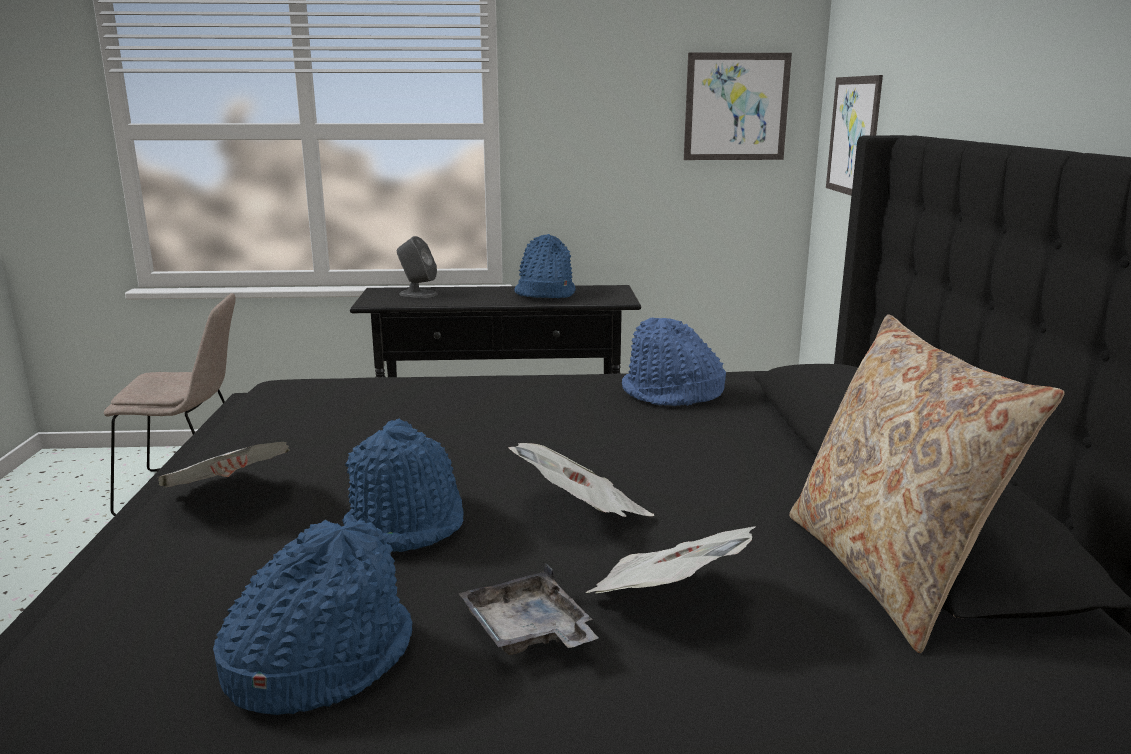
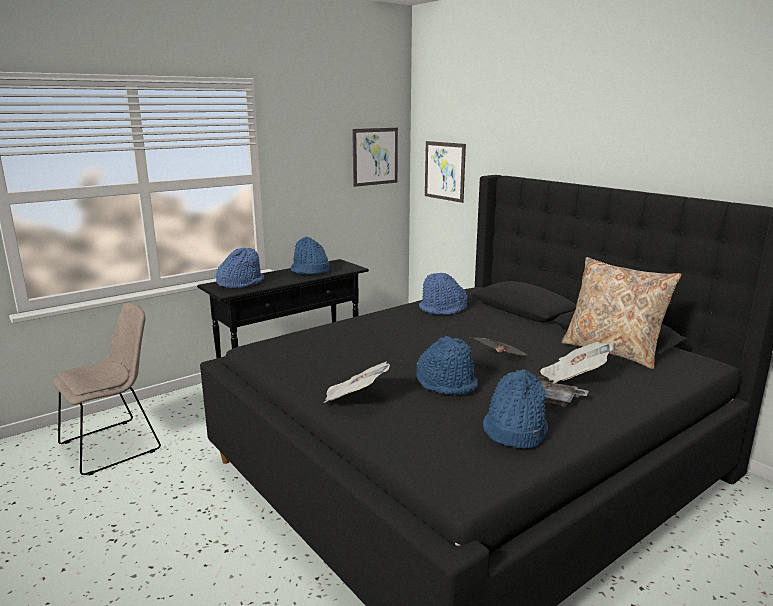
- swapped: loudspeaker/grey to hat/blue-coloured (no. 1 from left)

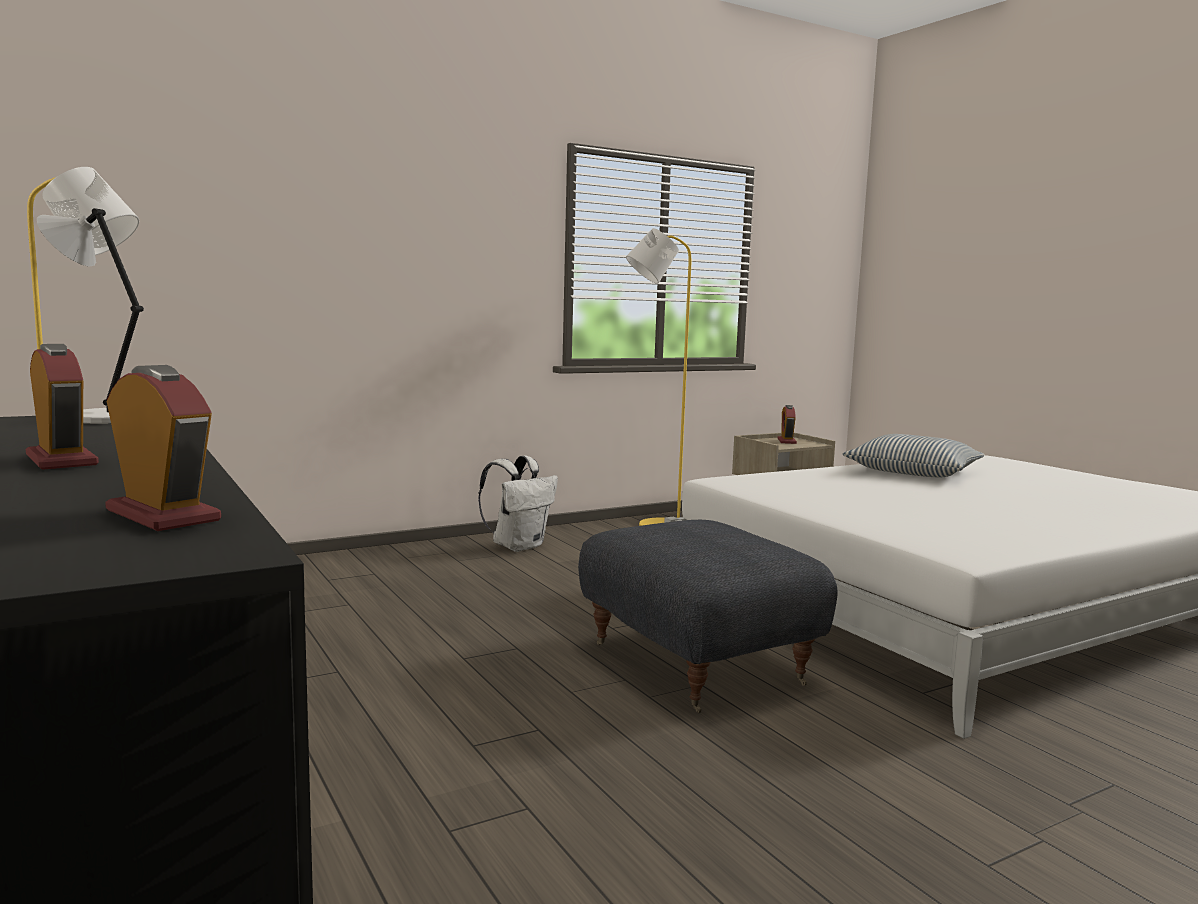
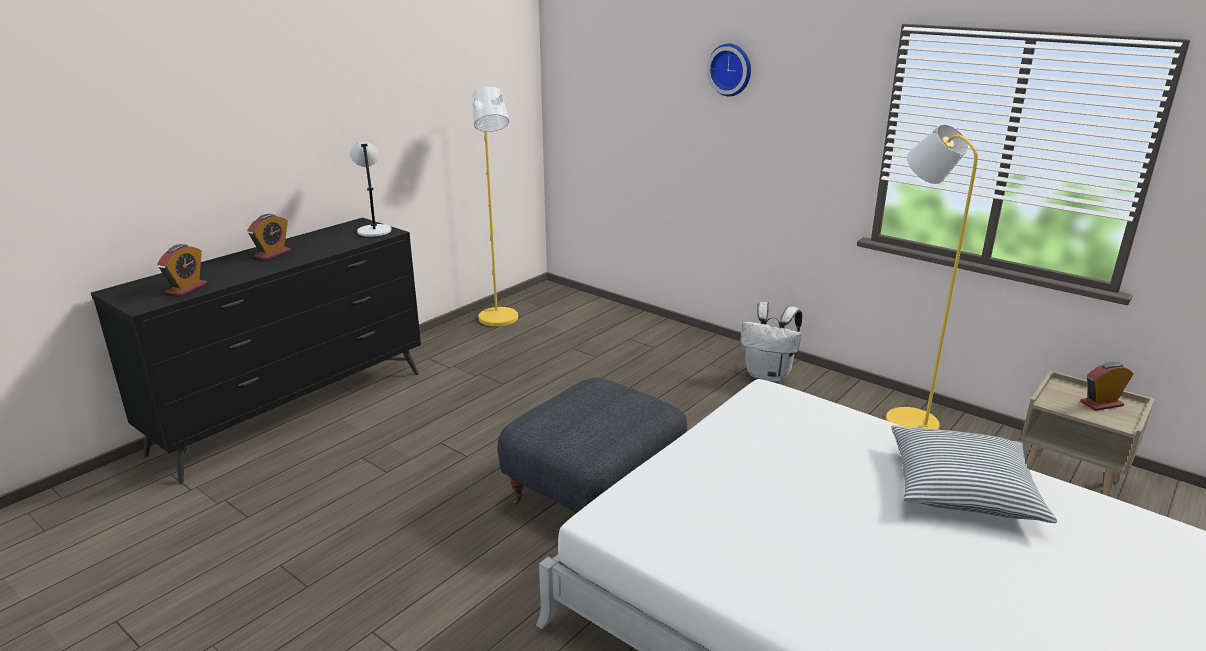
- new: hanging clock

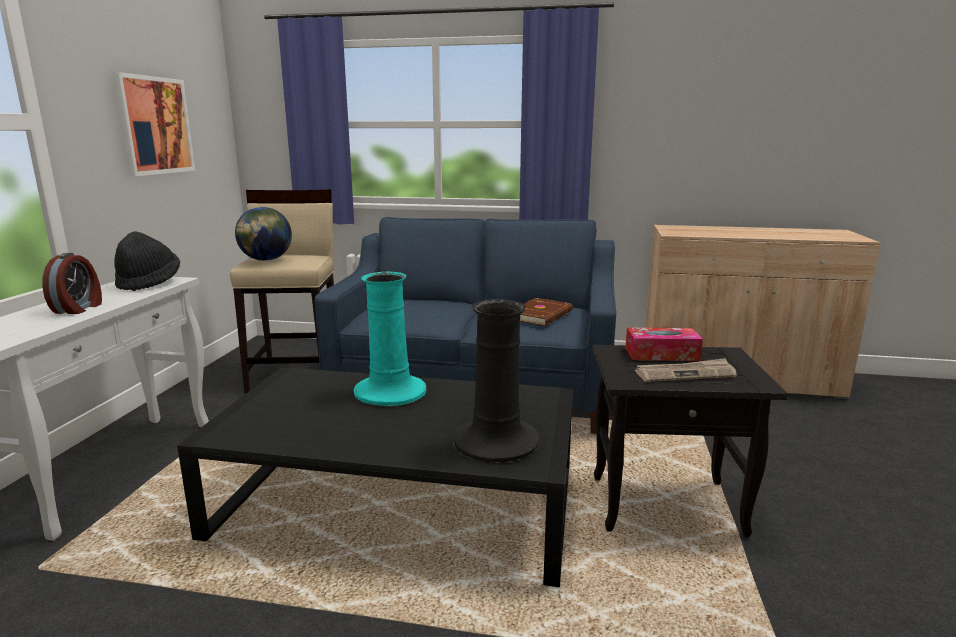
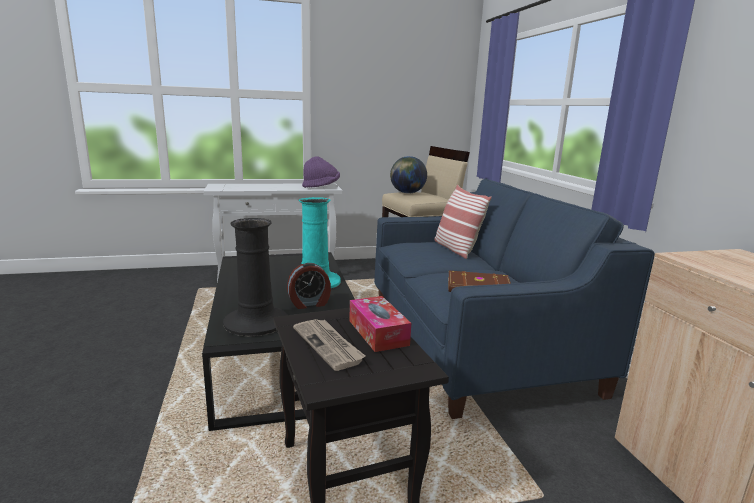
- gone: picture
- repainted: hat/black to hat/purple-coloured
- shifted: table clock
- new: pillow

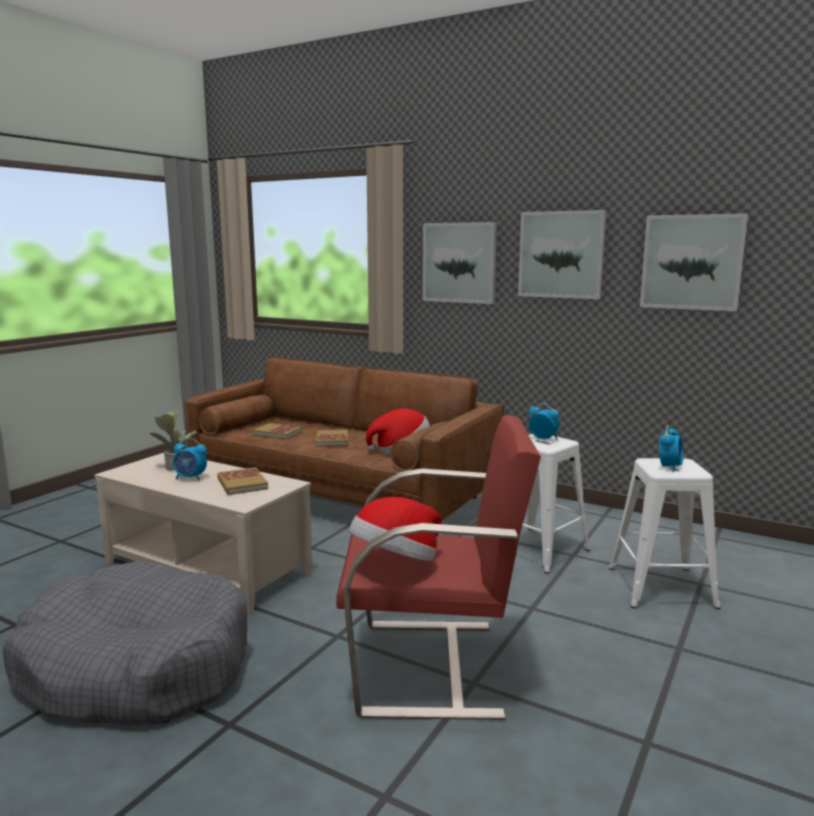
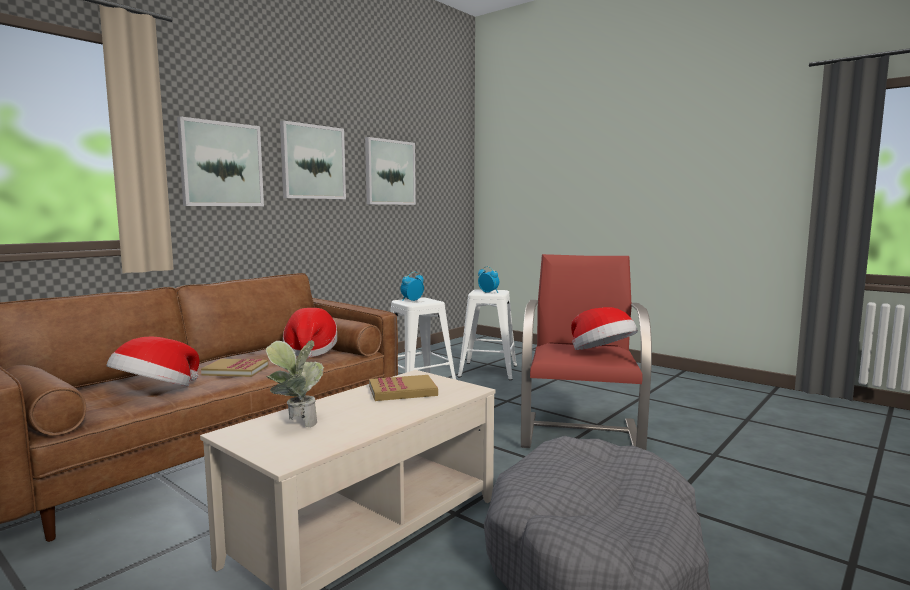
- swapped: bound book (no. 2 from left) to hat (no. 1 from left)
- gone: table clock (no. 1 from left)

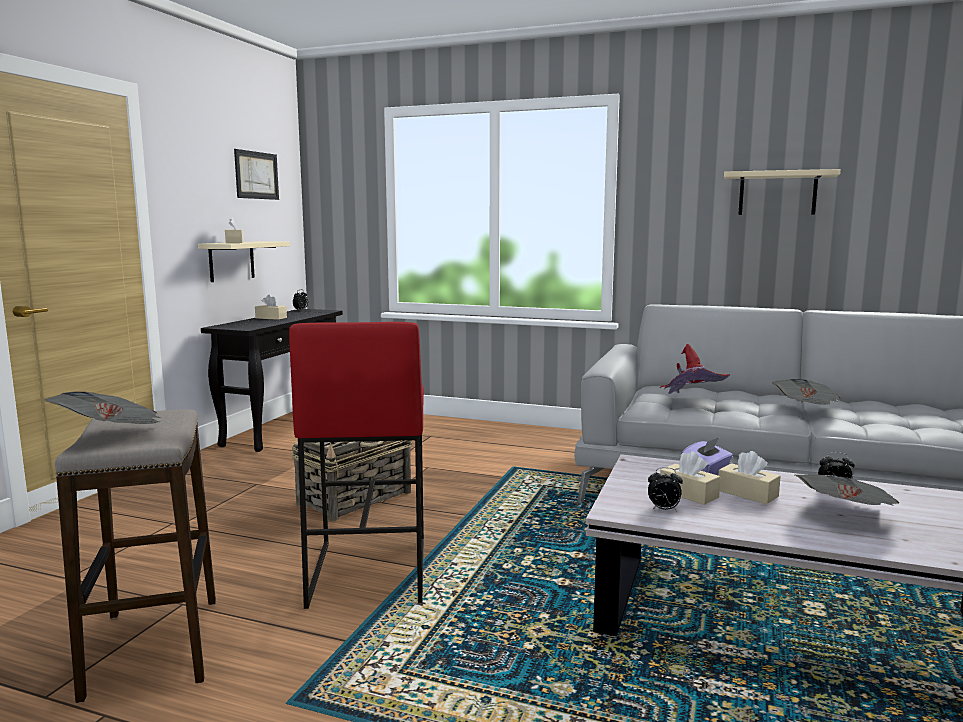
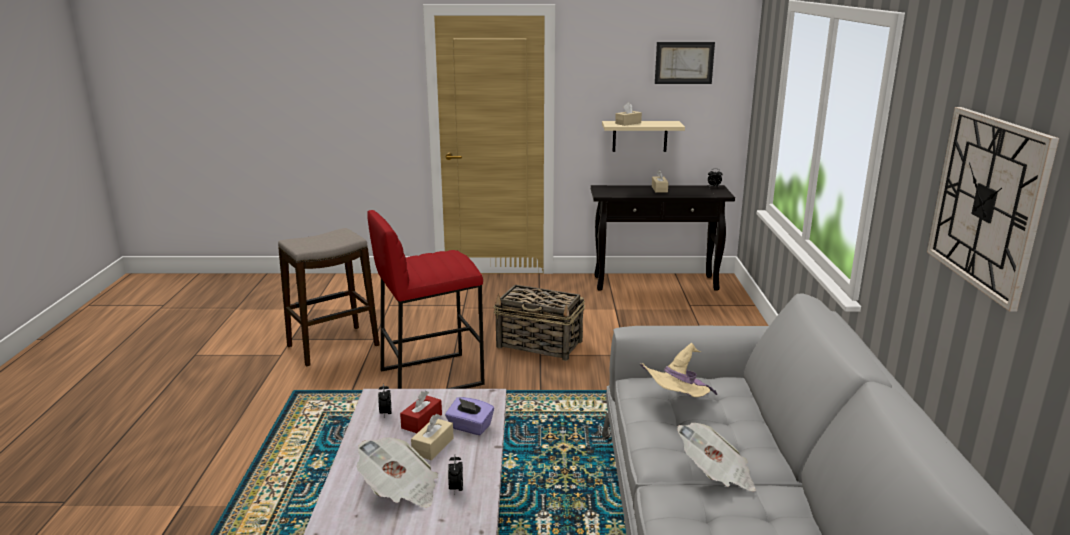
- swapped: shelf/sand-coloured (no. 2 from left) to hanging clock
- repainted: hat/reddish to hat/sand-coloured
- gone: daily paper (no. 1 from left)
- repainted: tissue box/sand-coloured (no. 3 from left) to tissue box/reddish

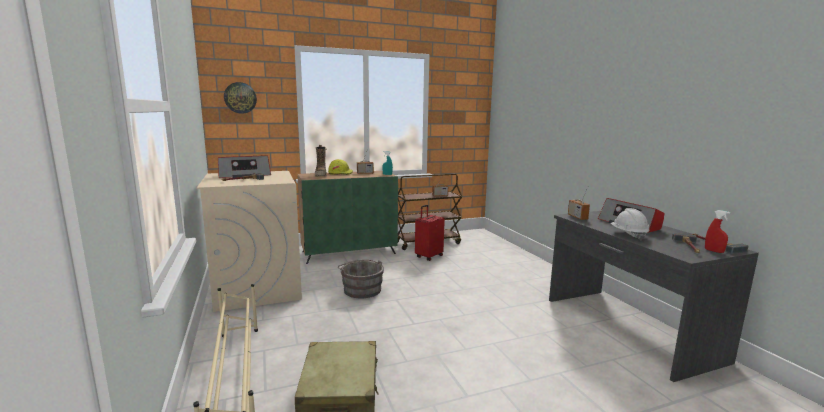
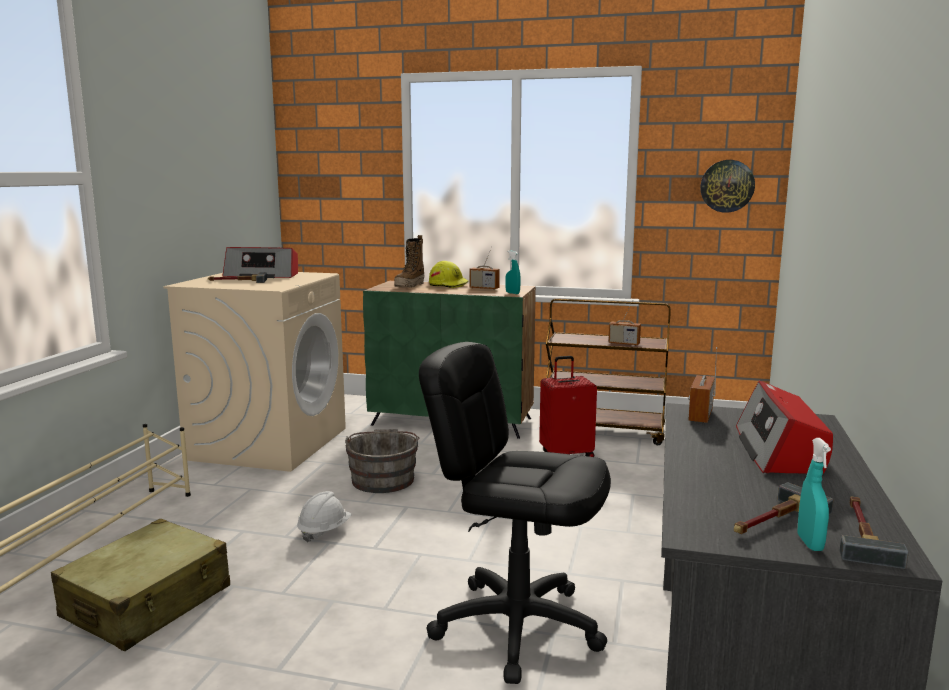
- shifted: hanging clock
- shifted: hard hat/white
- repainted: spray bottle/reddish to spray bottle/turquoise (no. 2 from left)
- new: computer chair/black

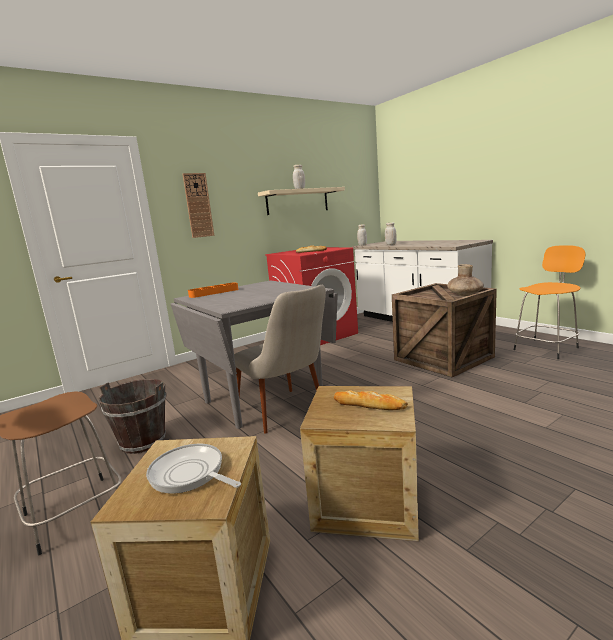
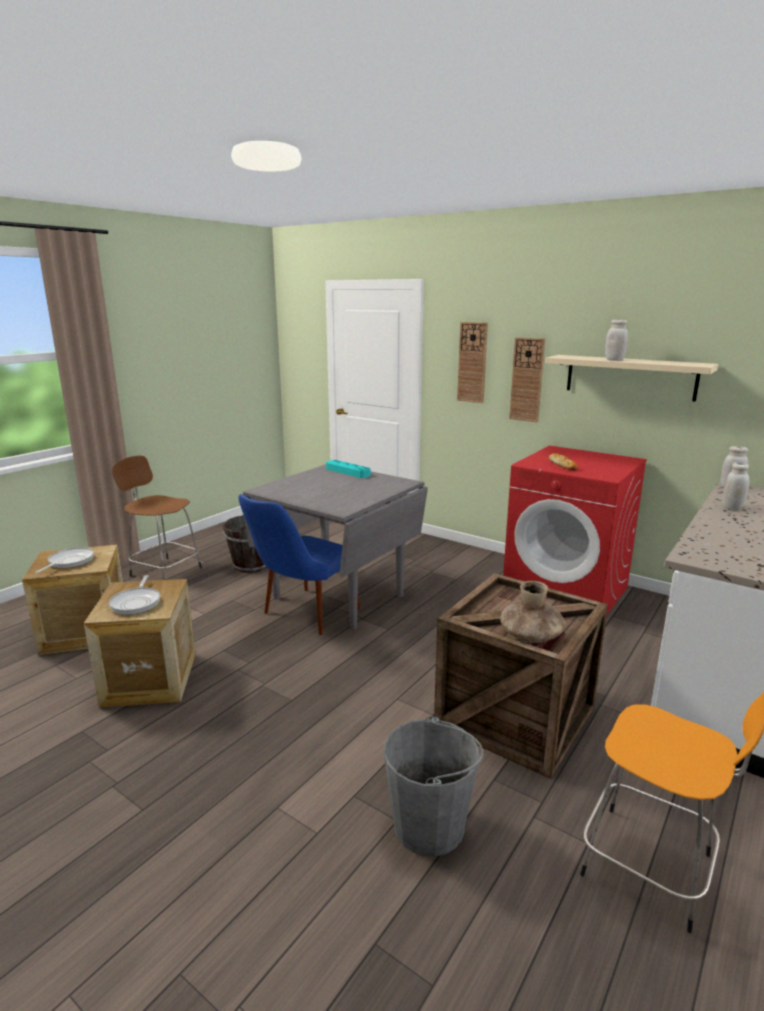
- repainted: carrying tray/orangey to carrying tray/turquoise
- repainted: upright chair/sand-coloured to upright chair/blue-coloured
- swapped: baked bread (no. 2 from left) to skillet (no. 2 from left)
- new: hanging clock (no. 2 from left)
- new: bucket/grey

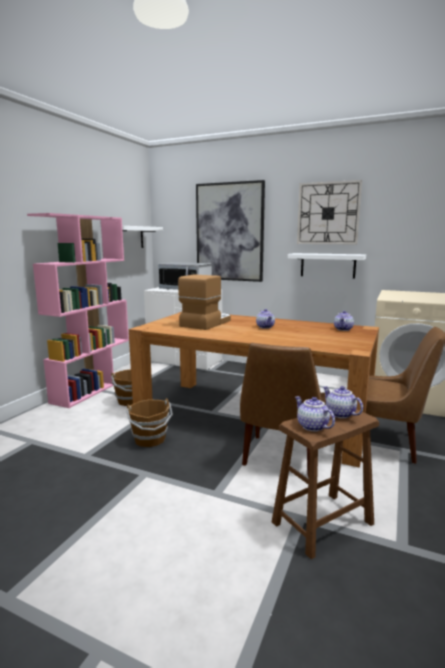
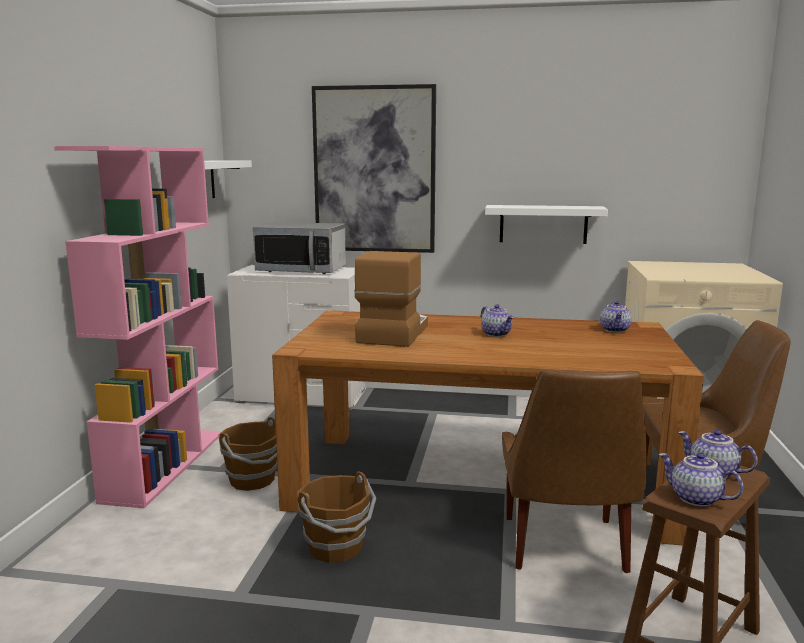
- gone: hanging clock

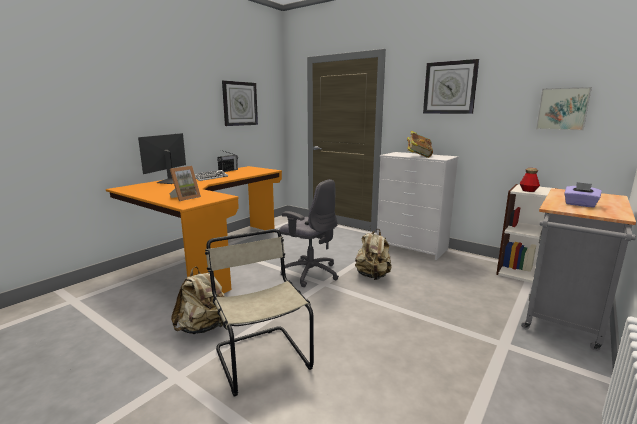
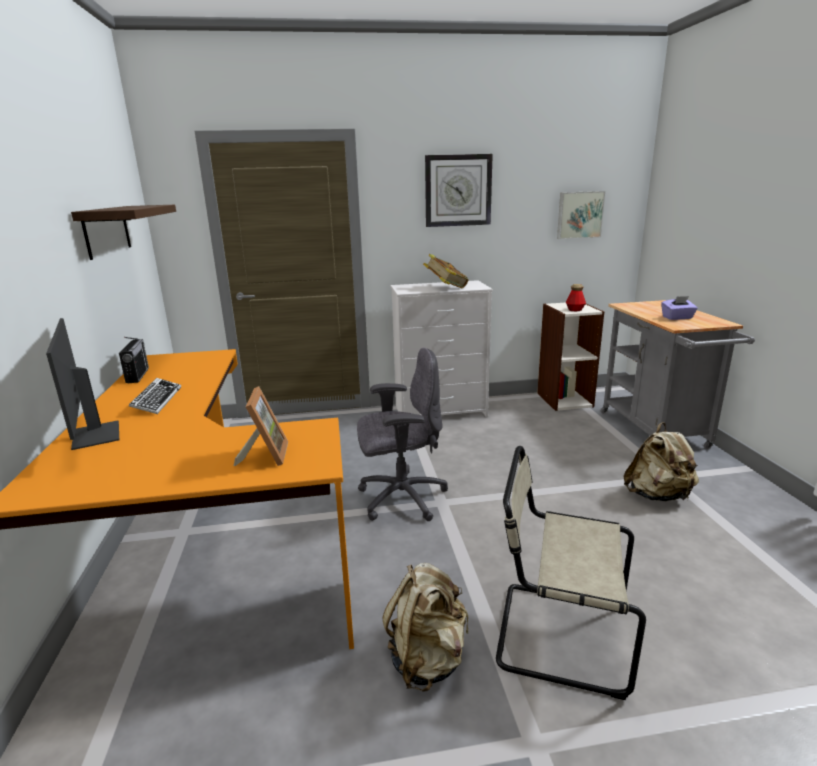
- swapped: hanging clock (no. 1 from left) to shelf
- shifted: rucksack/sand-coloured (no. 2 from left)

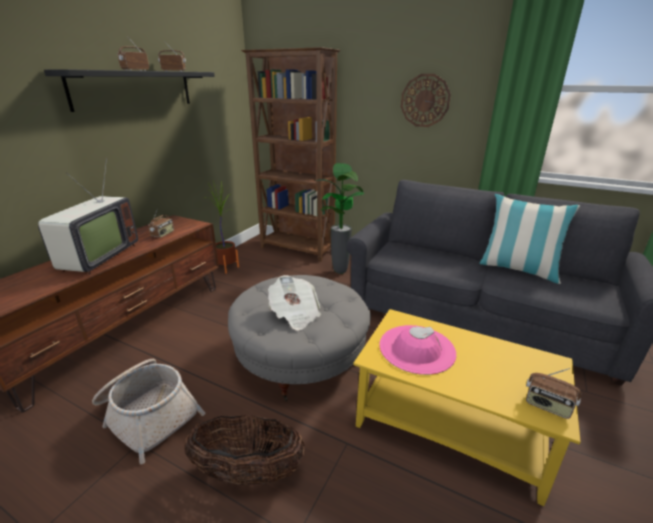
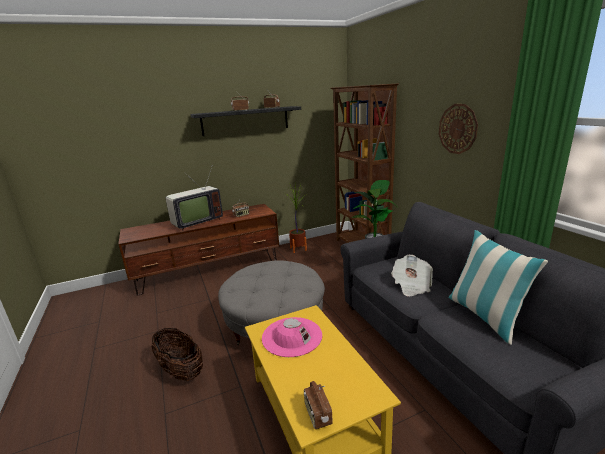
- shifted: daily paper
- gone: basket (no. 1 from left)

